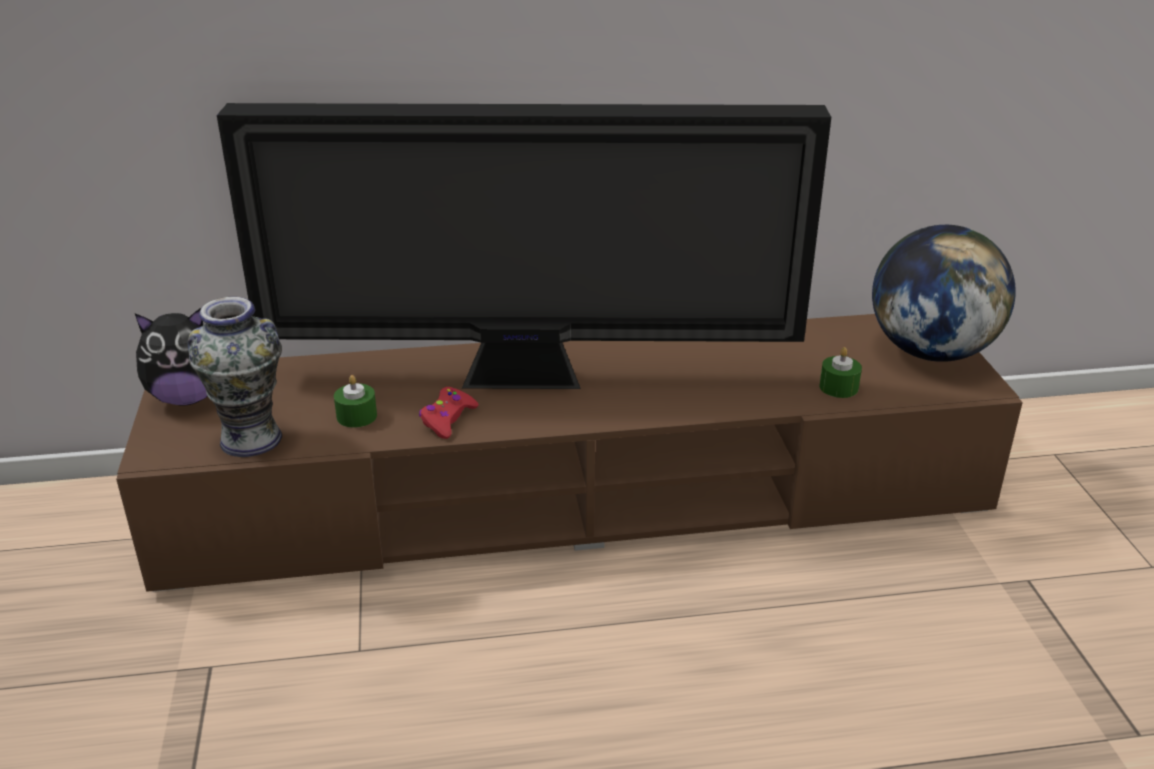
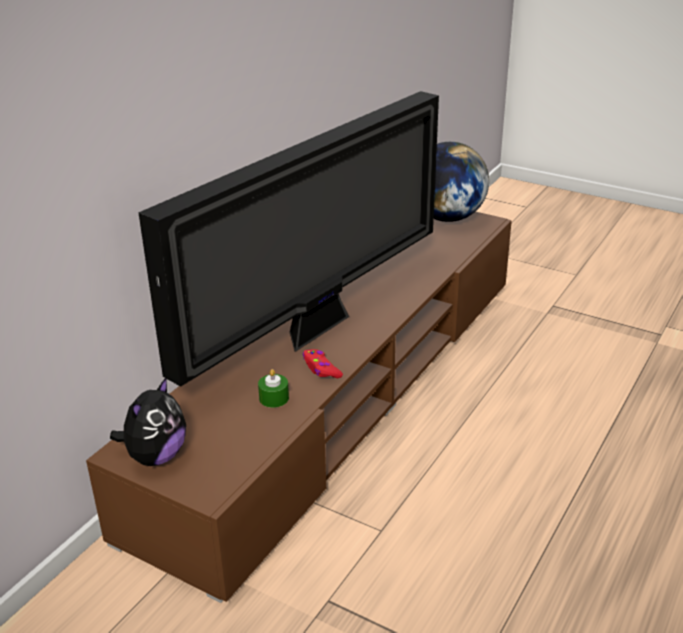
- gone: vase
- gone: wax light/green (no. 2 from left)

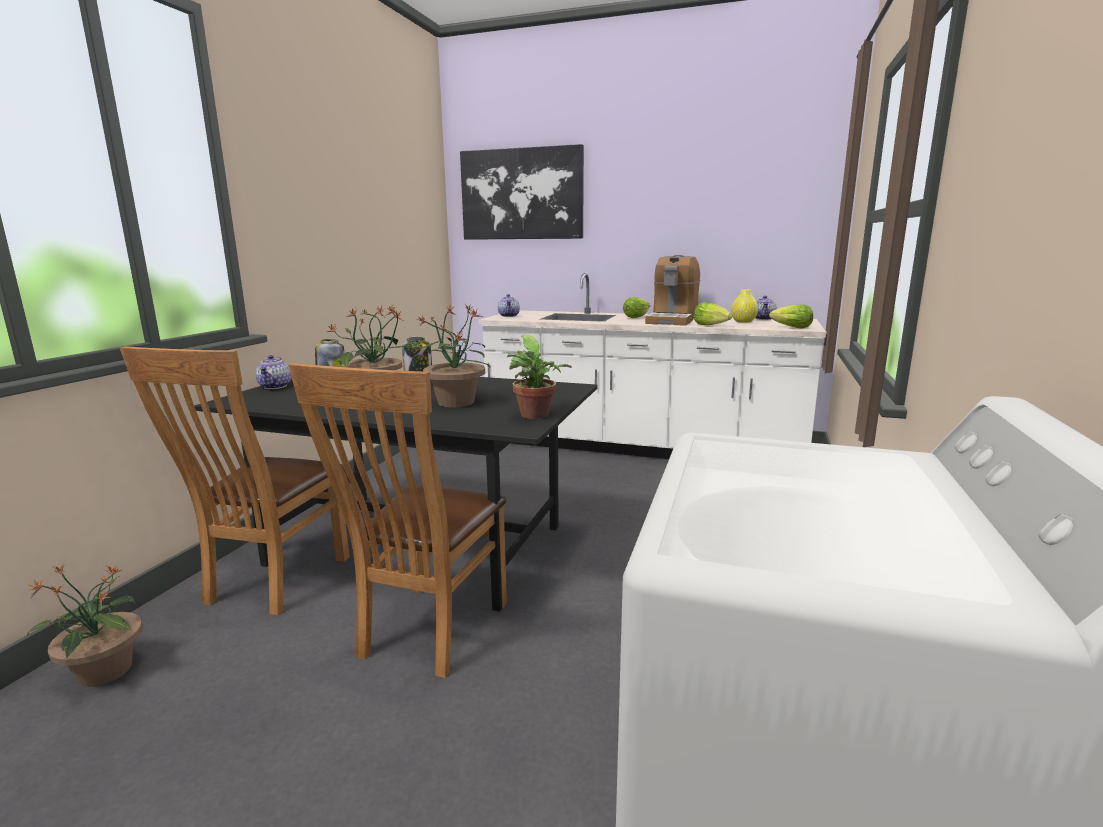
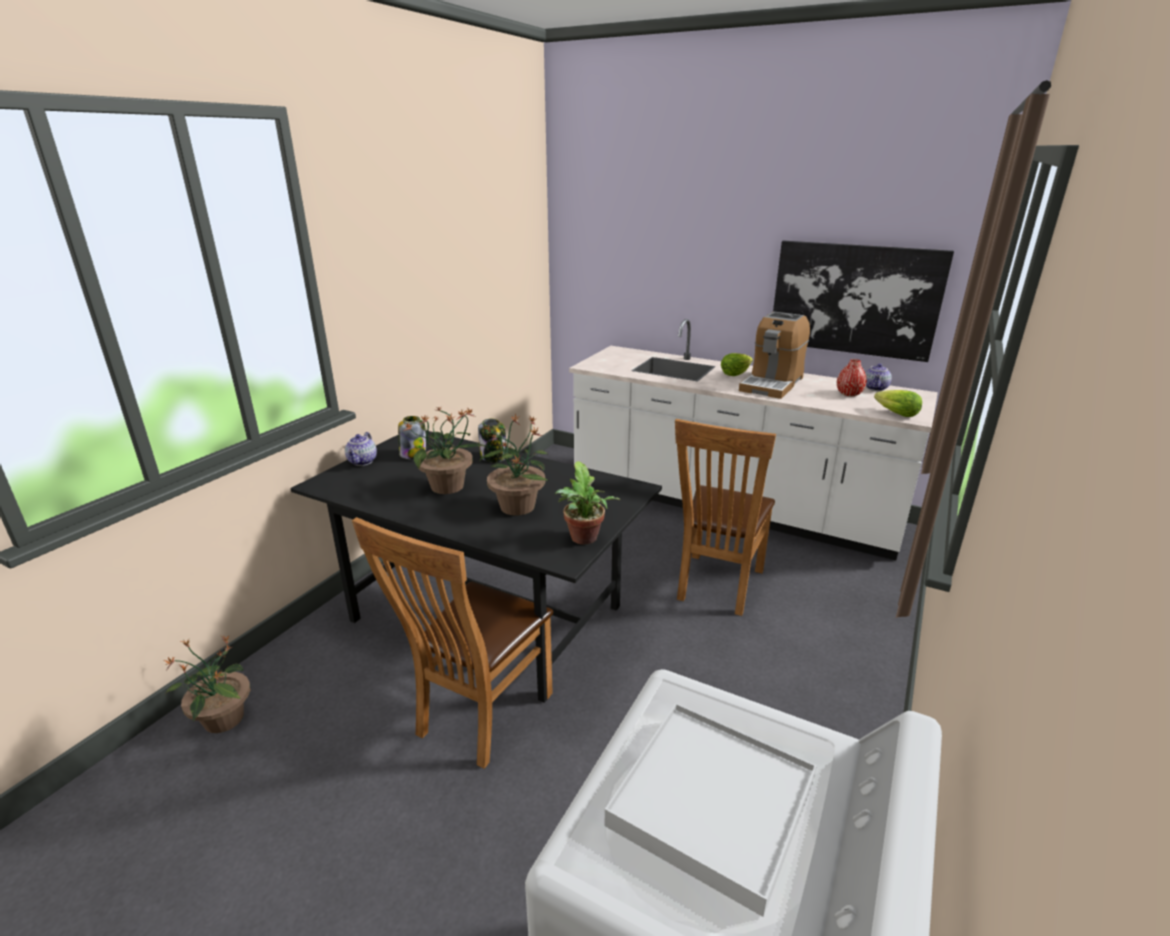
- shifted: picture
- repainted: vase/yellow to vase/reddish
- gone: pot for tea (no. 2 from left)
- gone: lettuce (no. 2 from left)
- shifted: upright chair/brownish (no. 1 from left in the first image) to upright chair/brownish (no. 2 from left)
- new: carrying tray/white

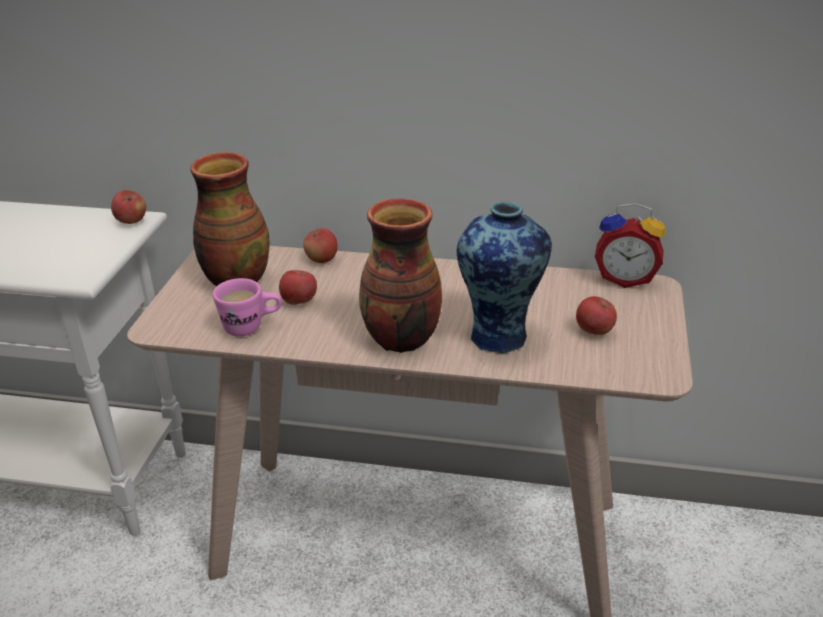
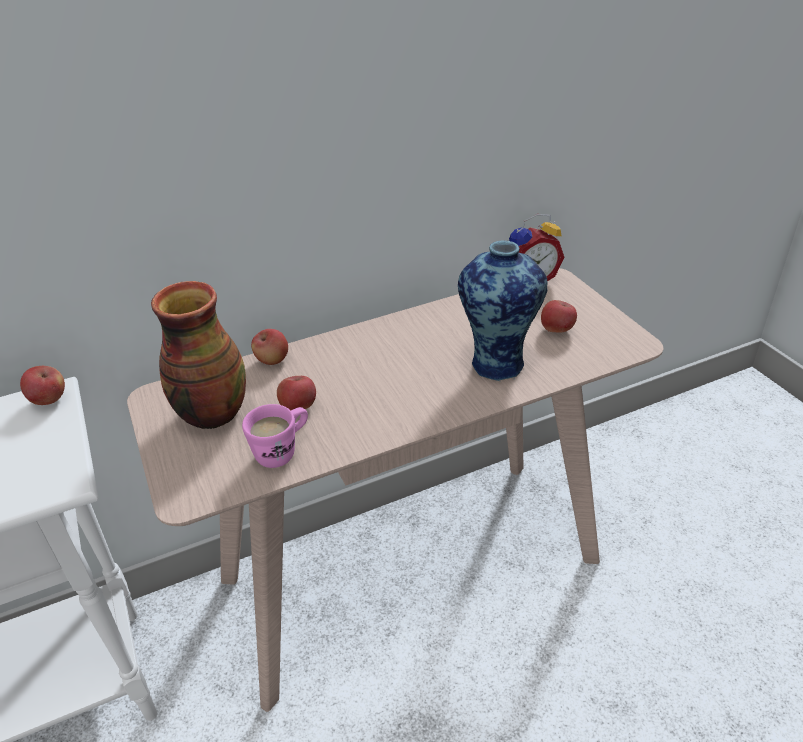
- gone: vase (no. 2 from left)

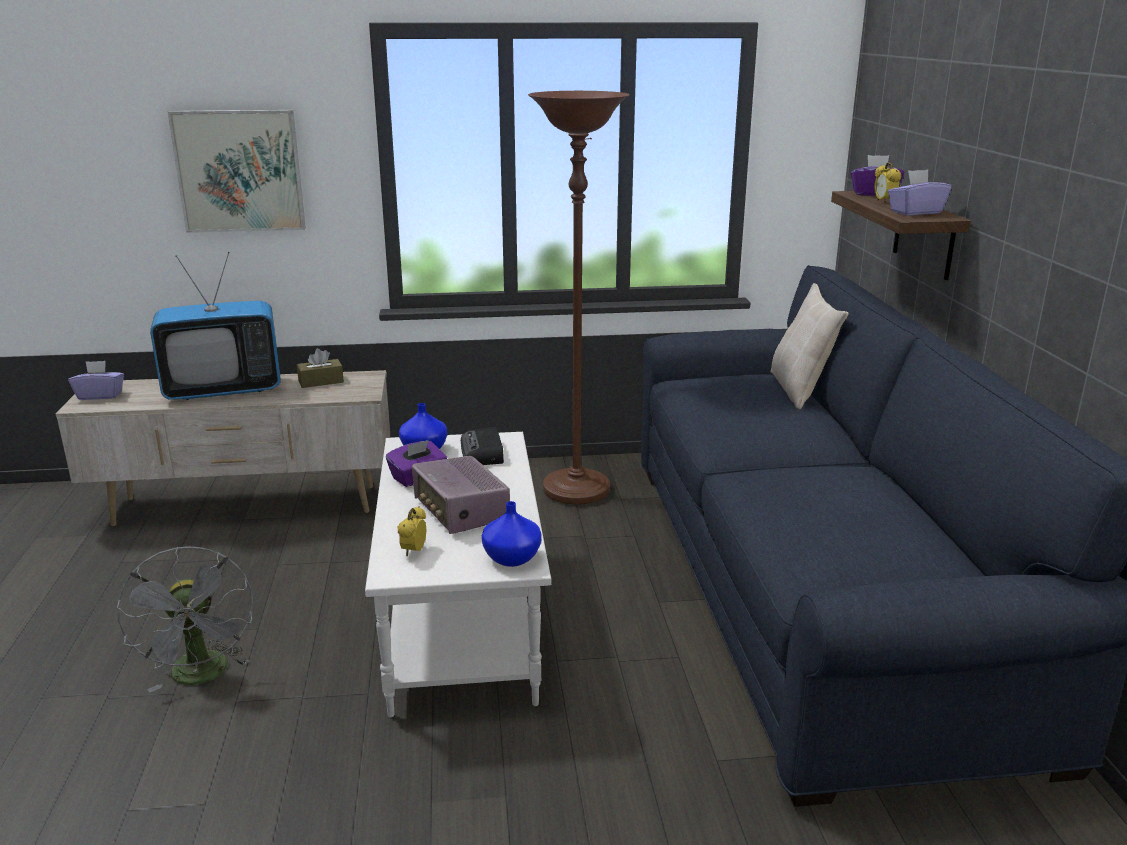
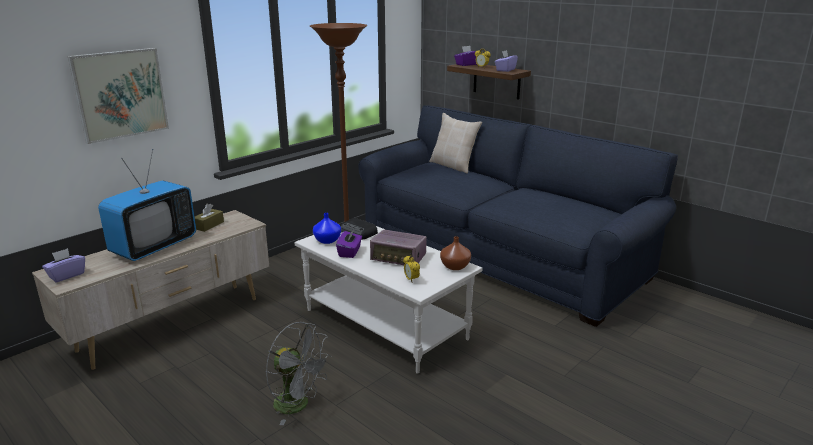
- repainted: vase/blue-coloured (no. 2 from left) to vase/brownish

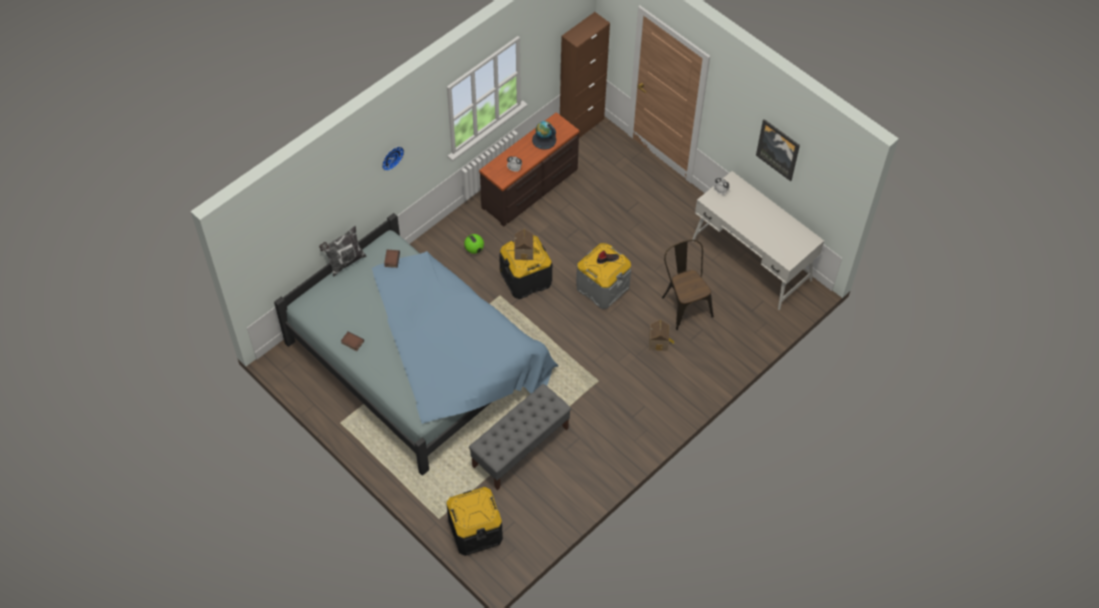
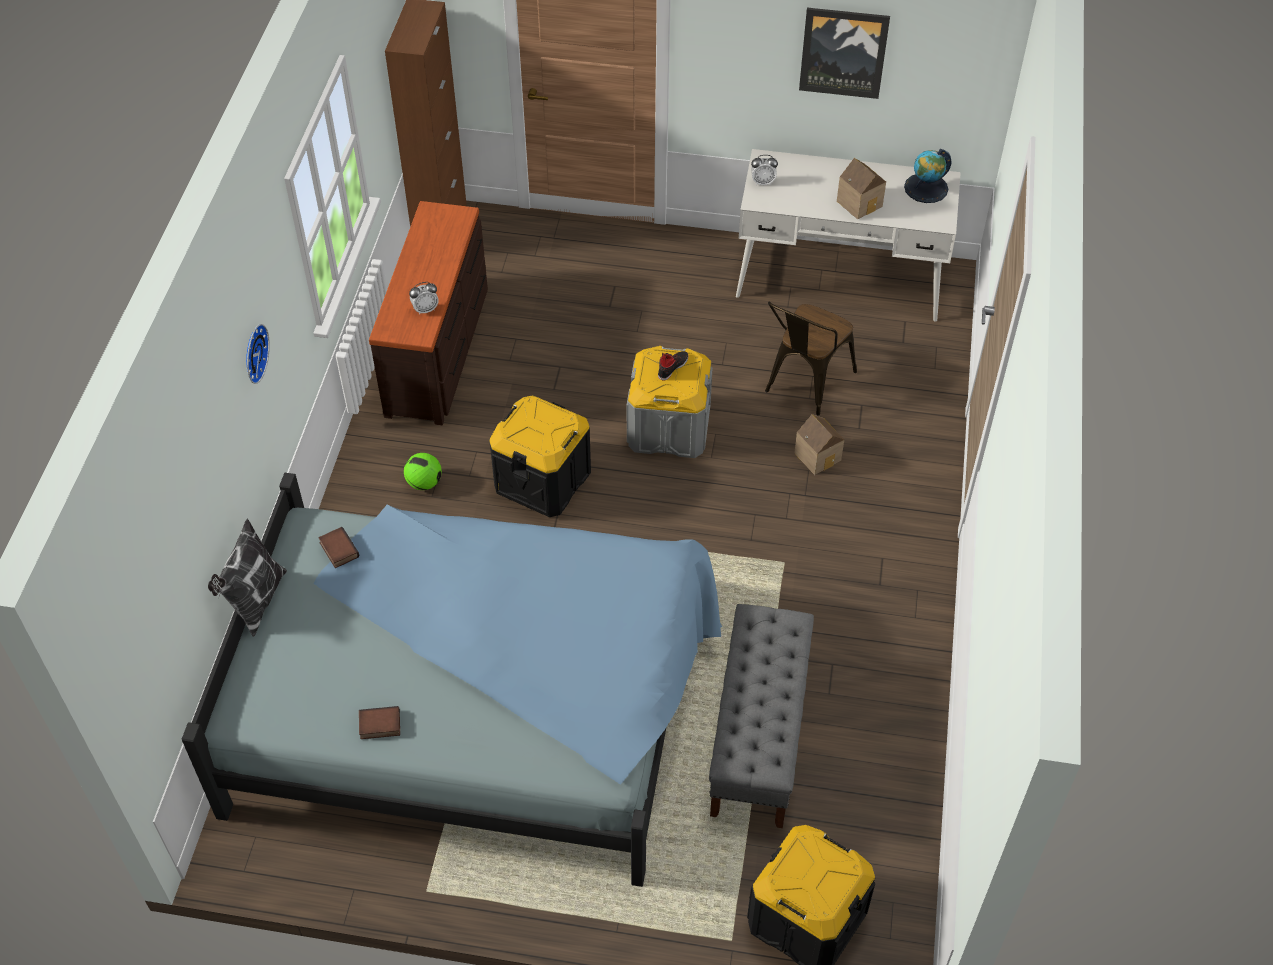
- shifted: globe
- shifted: model house (no. 1 from left in the first image) to model house (no. 2 from left)
- rotated: upright chair/brownish 90 degrees counterclockwise

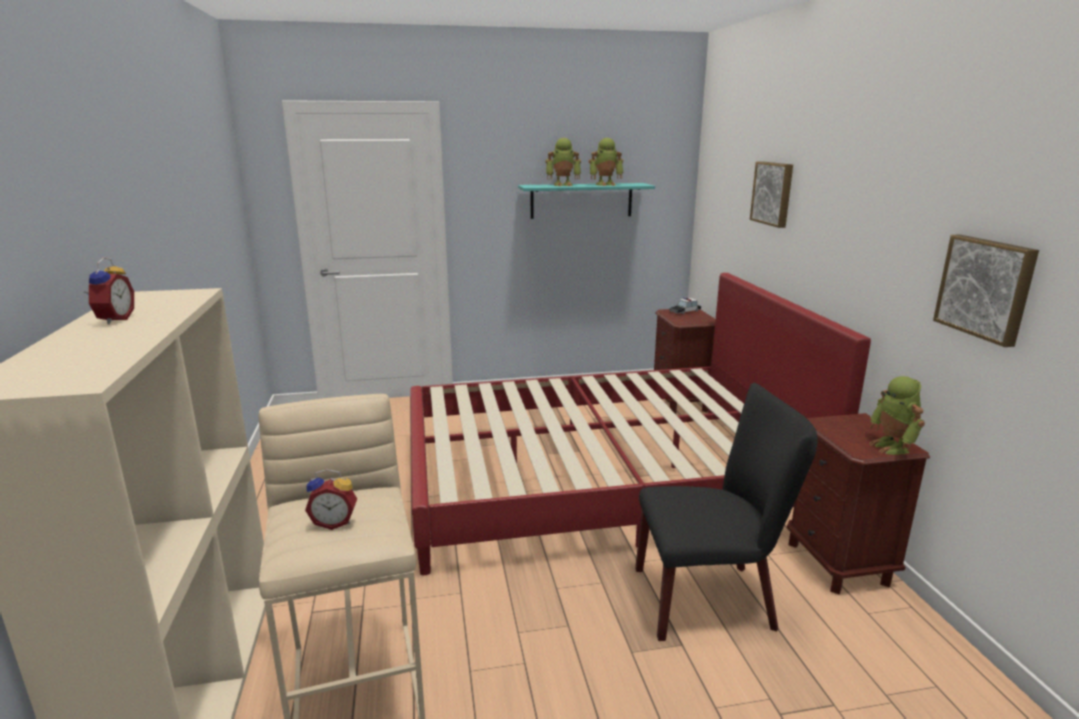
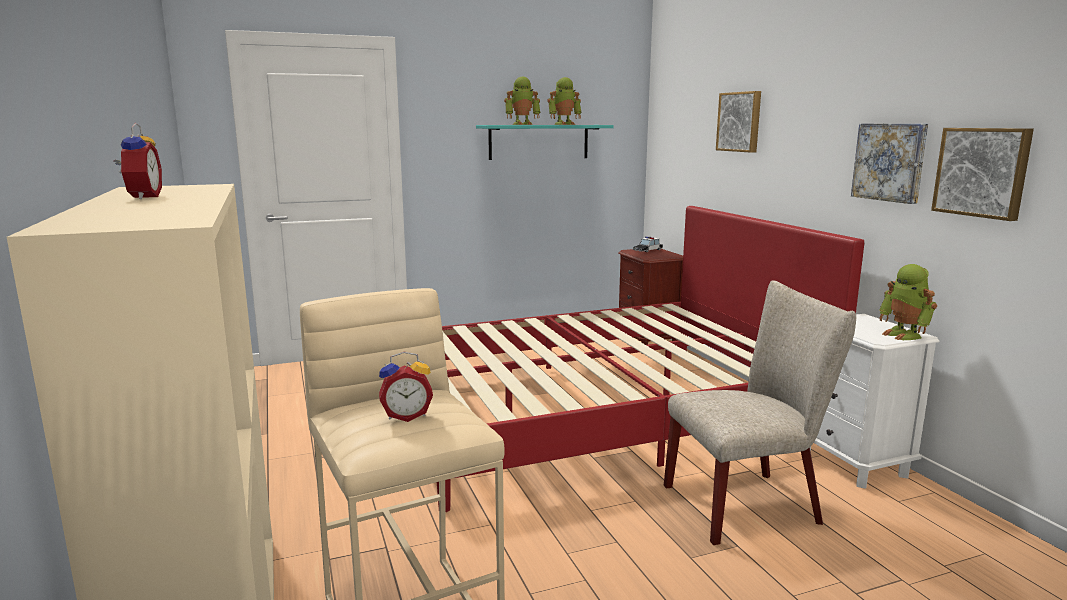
- repainted: upright chair/black to upright chair/sand-coloured
- repainted: nightstand/brownish (no. 2 from left) to nightstand/white
- new: picture (no. 2 from left)

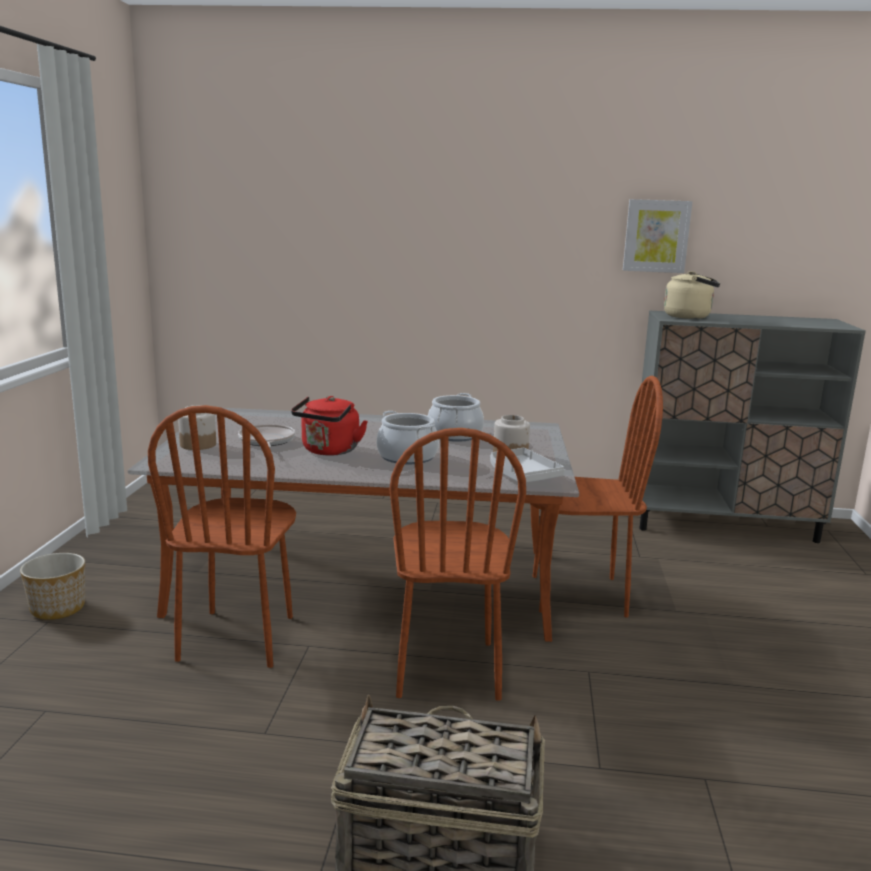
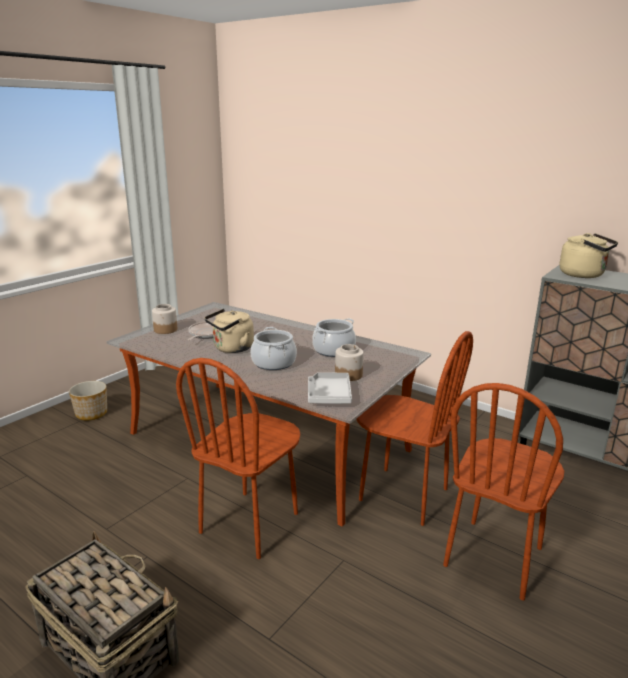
- gone: picture
- repainted: tea kettle/reddish to tea kettle/sand-coloured (no. 1 from left)
- shifted: upright chair/brownish (no. 1 from left in the first image) to upright chair/brownish (no. 3 from left)

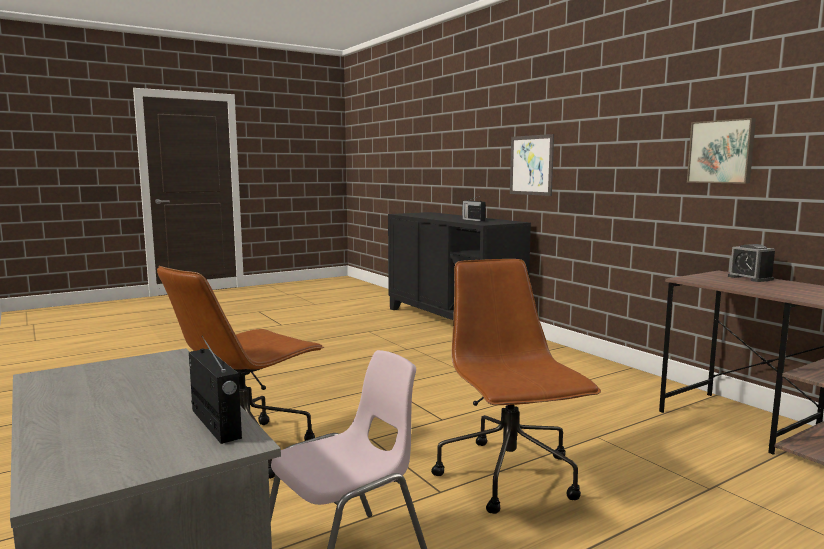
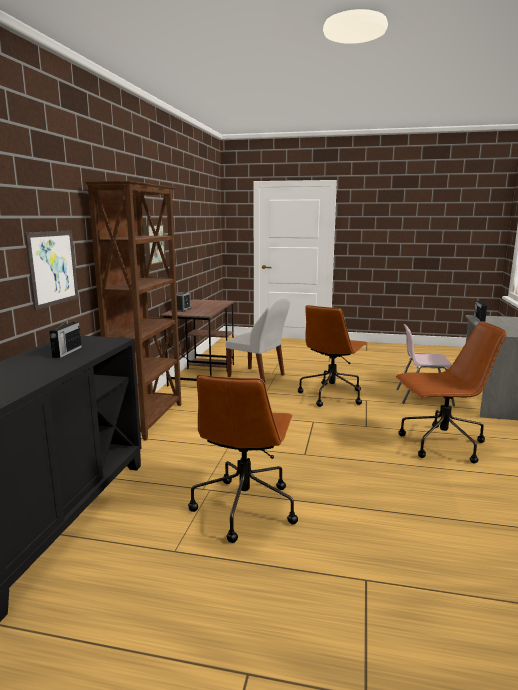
- new: bookcase/brownish
- new: upright chair/white
- new: computer chair/brownish (no. 1 from left)

